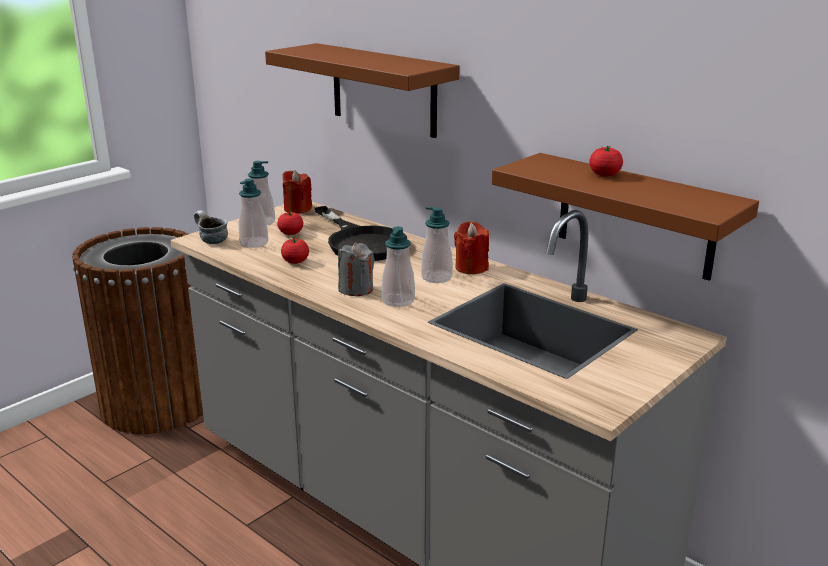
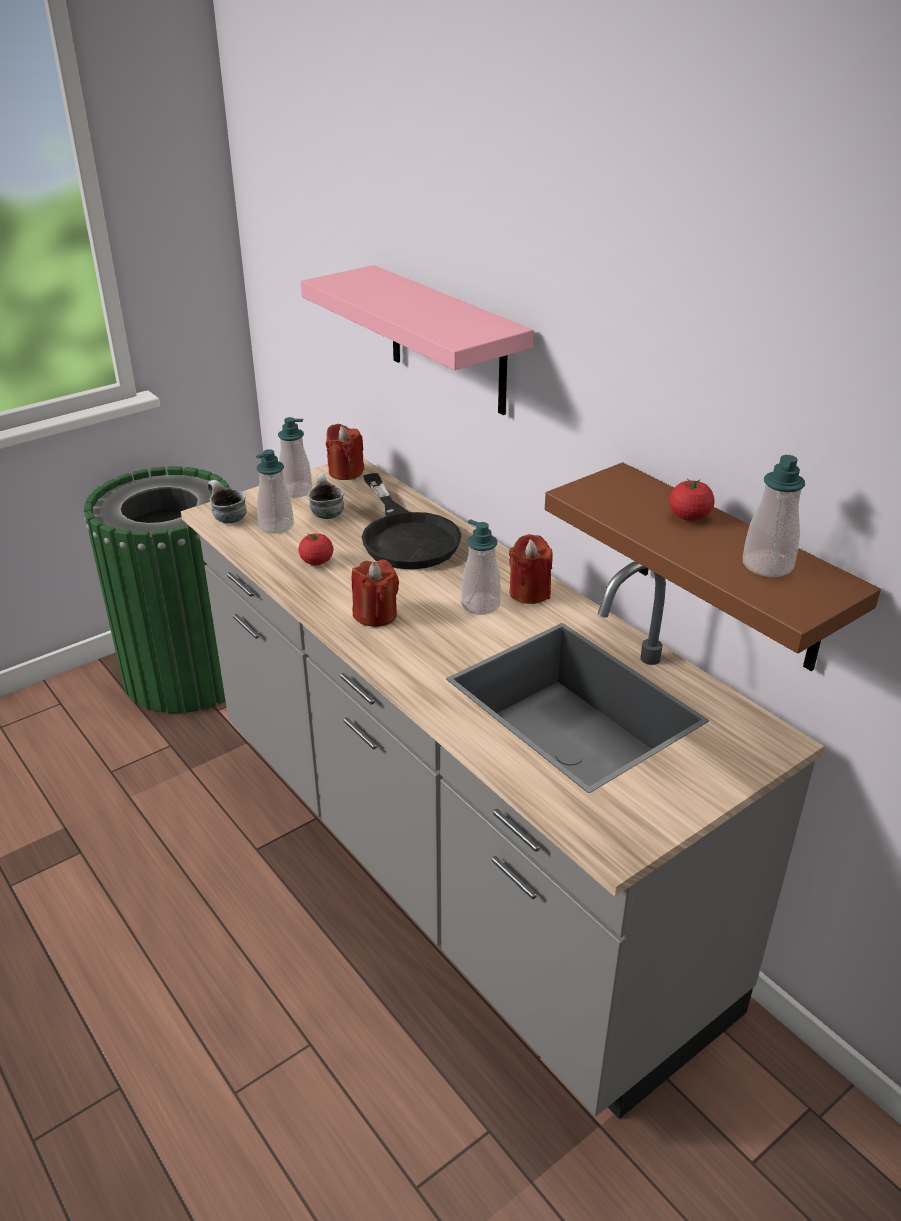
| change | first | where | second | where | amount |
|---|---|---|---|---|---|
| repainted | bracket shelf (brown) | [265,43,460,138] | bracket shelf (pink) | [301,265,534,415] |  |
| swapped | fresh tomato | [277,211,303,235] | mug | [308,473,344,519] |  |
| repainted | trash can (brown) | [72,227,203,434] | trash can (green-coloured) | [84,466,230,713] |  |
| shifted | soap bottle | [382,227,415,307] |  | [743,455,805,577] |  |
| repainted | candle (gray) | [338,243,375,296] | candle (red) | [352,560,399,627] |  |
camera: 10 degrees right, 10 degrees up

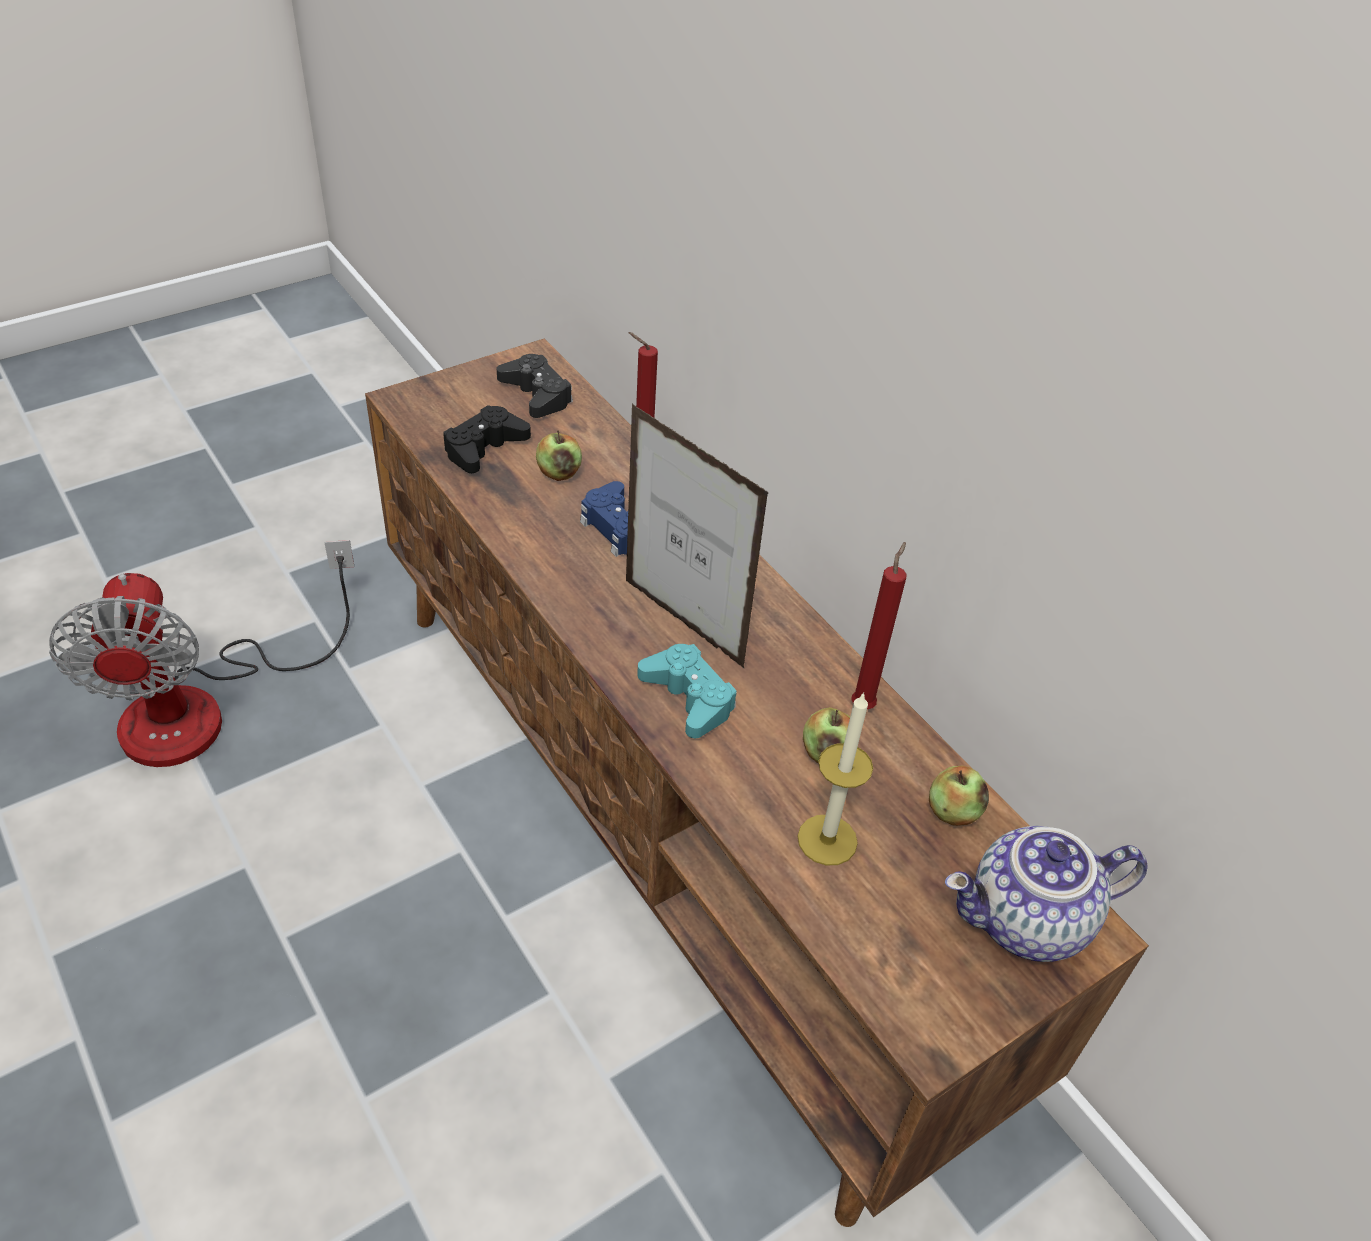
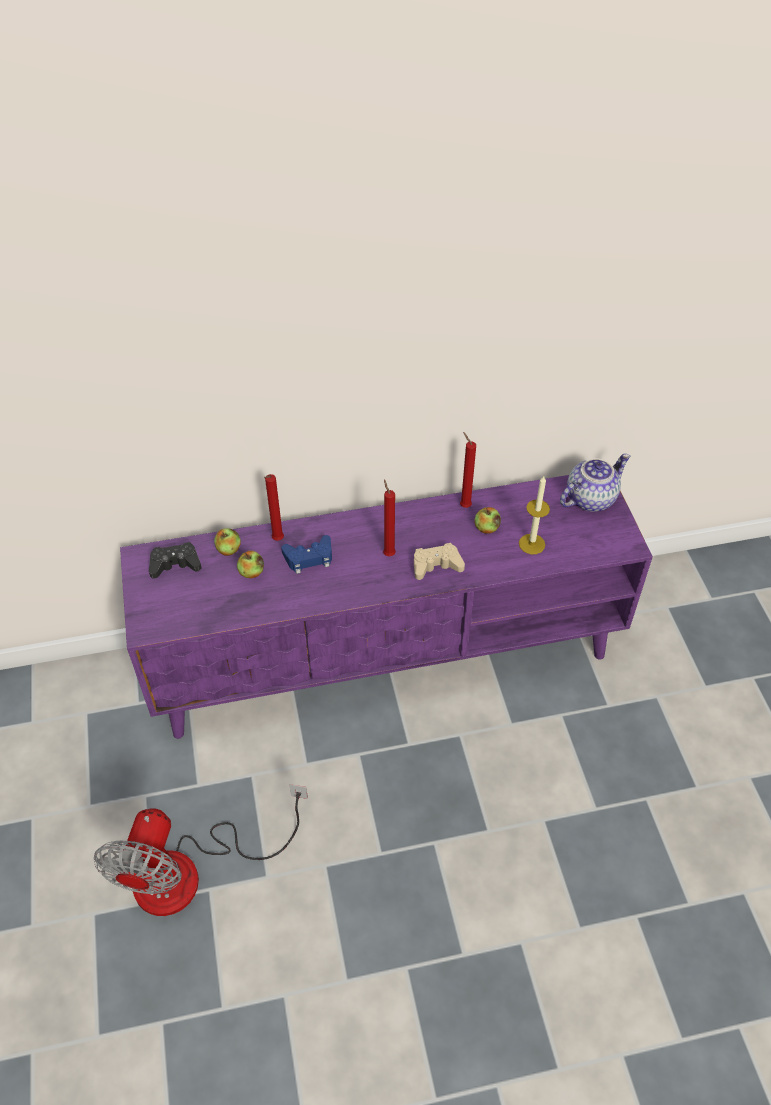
| change | first | where | second | where | amount |
|---|---|---|---|---|---|
| repainted | media console (brown) | [365,339,1149,1227] | media console (purple) | [120,475,653,739] |  |
| swapped | standing frame | [626,404,769,669] | candle (red) | [383,479,396,556] |  |
| gone | joypad (blackish) | [443,405,531,473] |  |  |  |
| rotated | fan | [49,540,355,767] |  | [94,784,308,916] | 90 degrees clockwise |
| repainted | joypad (blue-green) | [637,644,737,738] | joypad (beige-coloured) | [414,543,465,580] |  |
| shifted | whole apple | [929,765,989,826] |  | [214,528,241,556] |  |
| rotated | pot for tea | [945,826,1148,962] |  | [560,454,630,512] | 135 degrees counterclockwise |
camera: 65 degrees left, 5 degrees up

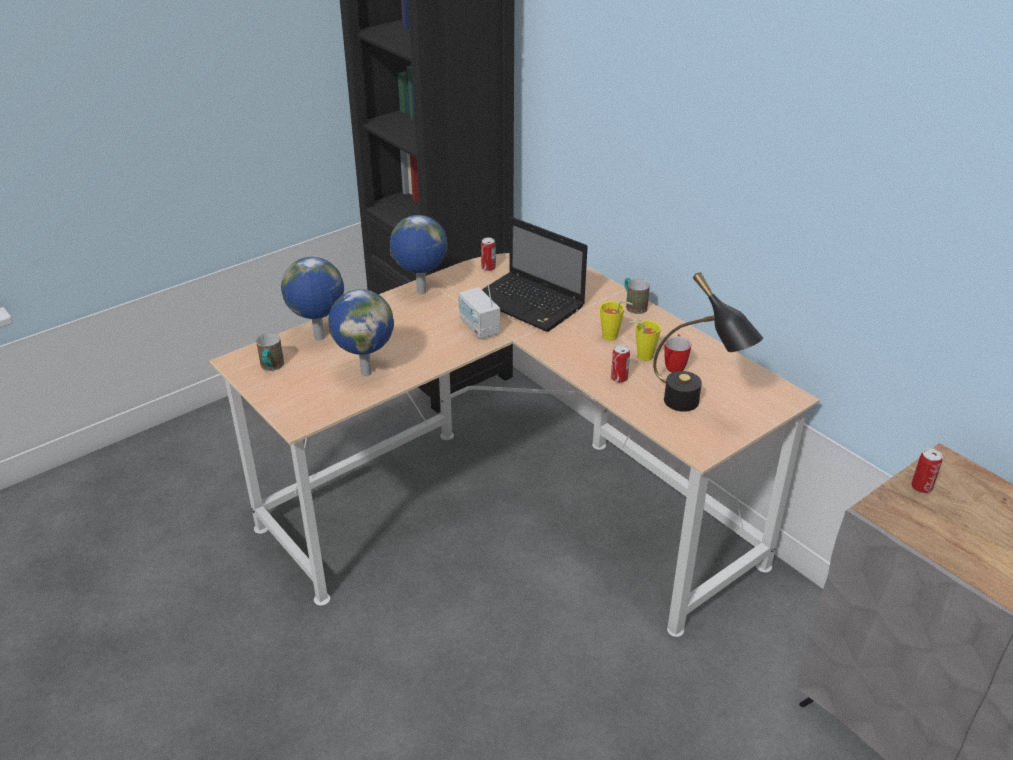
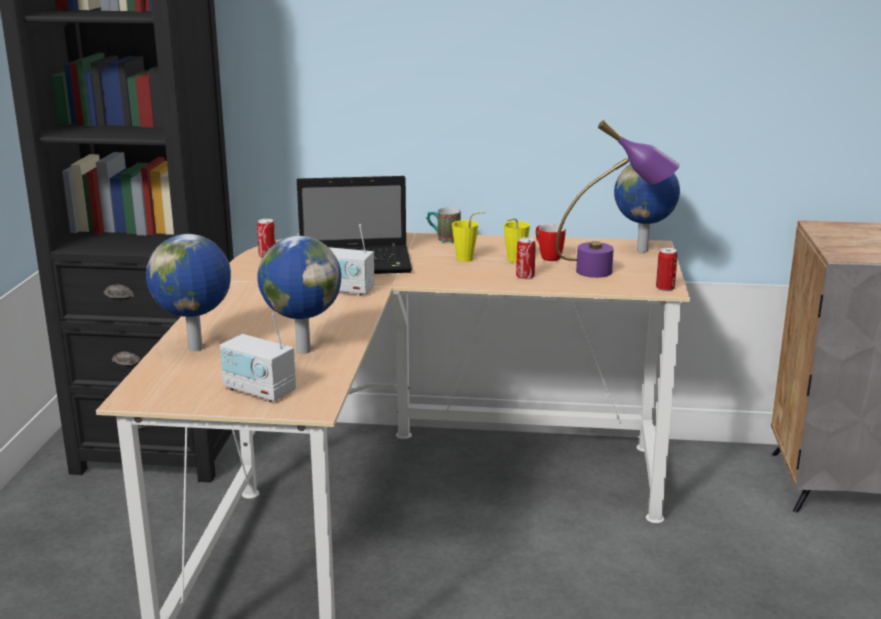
| change | first | where | second | where | amount |
|---|---|---|---|---|---|
| shifted | desk globe | [390,215,448,294] |  | [614,164,680,253] |  |
| repainted | tabletop lamp (blackish) | [653,272,763,412] | tabletop lamp (purple) | [556,120,680,278] |  |
| gone | mug | [256,333,284,371] |  |  |  |
| shifted | sealed can | [911,448,943,493] |  | [656,248,678,291] |  |
| new |  |  | radio | [220,313,296,402] |  |
camera: 45 degrees left, 15 degrees down

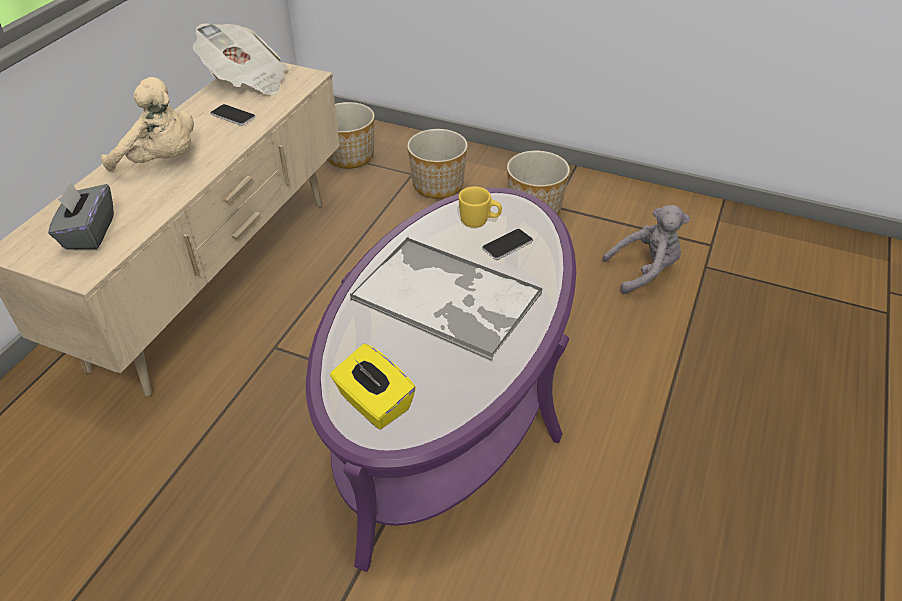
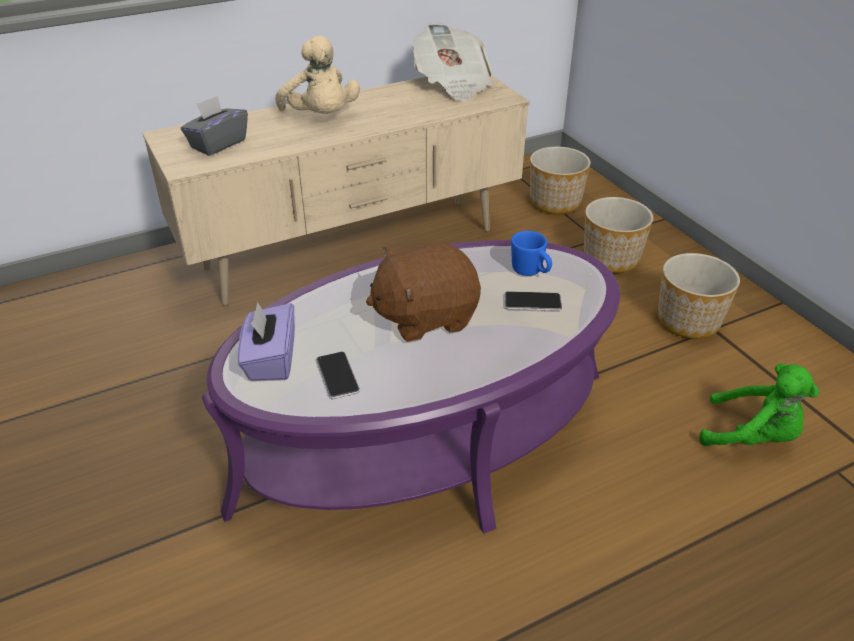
| change | first | where | second | where | amount |
|---|---|---|---|---|---|
| shifted | phone | [210,104,255,126] |  | [316,352,360,399] |  |
| repainted | mug (yellow) | [458,186,502,228] | mug (blue) | [511,231,552,276] |  |
| repainted | cuddly toy (gray) | [602,205,690,294] | cuddly toy (green-coloured) | [699,363,819,446] |  |
| swapped | serving tray | [350,237,543,361] | cuddly toy (brown) | [366,242,481,342] |  |
| repainted | tissue holder (yellow) | [330,344,416,429] | tissue holder (purple) | [237,302,295,381] |  |
camera: 40 degrees right, 5 degrees down

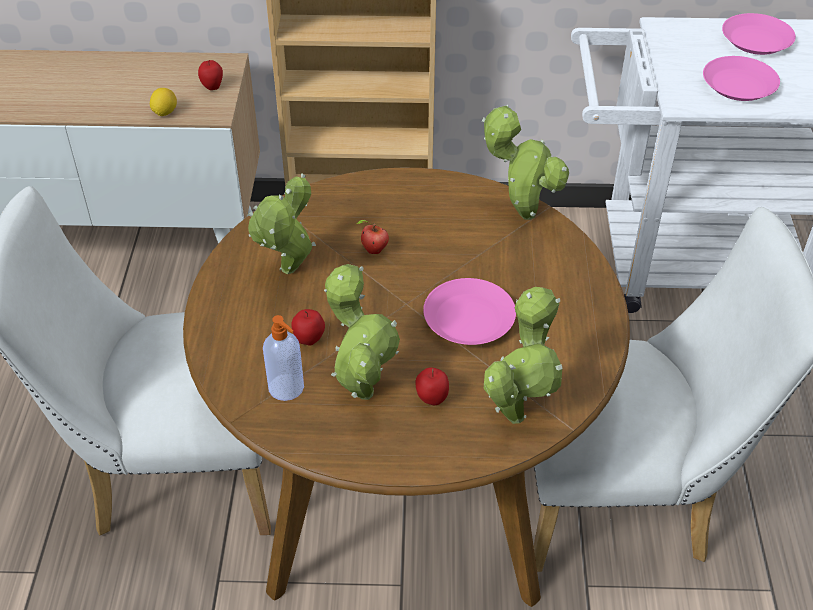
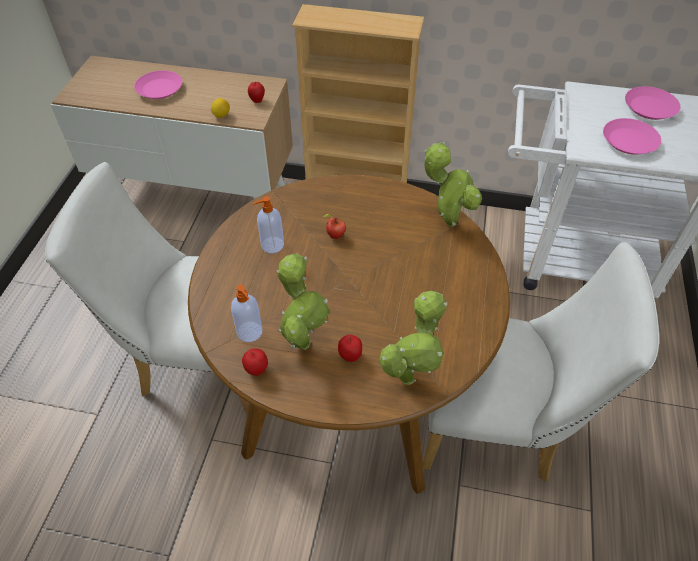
| change | first | where | second | where | amount |
|---|---|---|---|---|---|
| swapped | houseplant | [248,173,316,274] | soap bottle | [253,196,284,253] |  |
| shifted | flat dish (pink) | [423,278,516,345] |  | [134,70,182,99] |  |
| shifted | whole apple | [291,309,325,346] |  | [242,348,268,376] |  |
camera: 10 degrees right, 5 degrees up

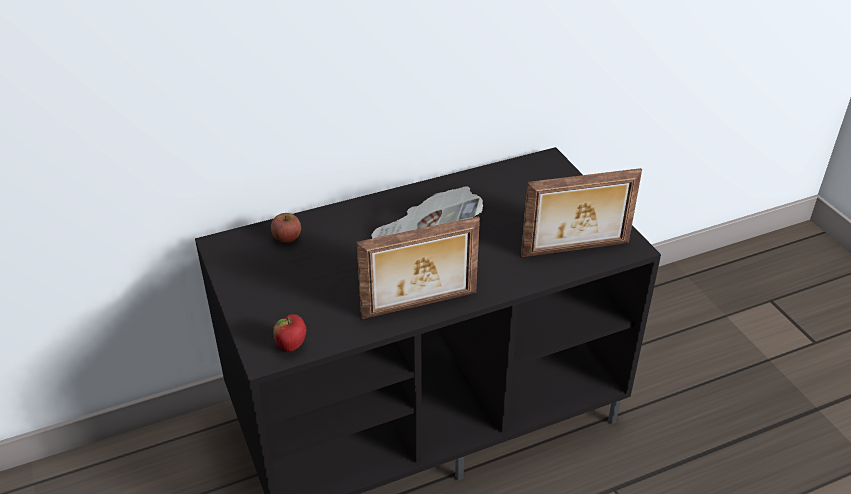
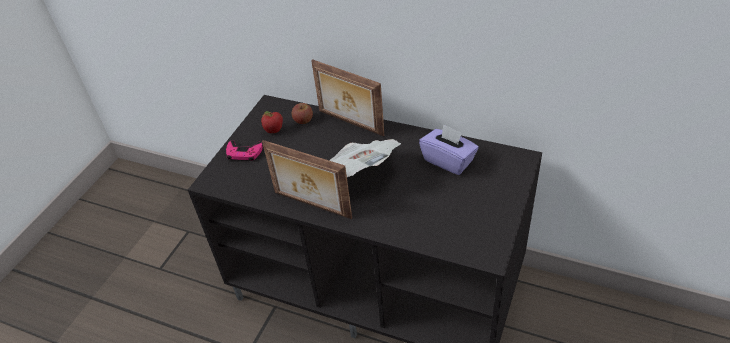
| change | first | where | second | where | amount |
|---|---|---|---|---|---|
| shifted | standing frame | [521,168,642,257] |  | [311,59,384,136] |  |
| shifted | whole apple | [273,314,307,352] |  | [261,111,283,133] |  |
| new |  |  | tissue holder (purple) | [419,124,479,175] |  |
| new |  |  | joypad (pink) | [226,140,263,161] |  |
camera: 50 degrees right, 5 degrees up

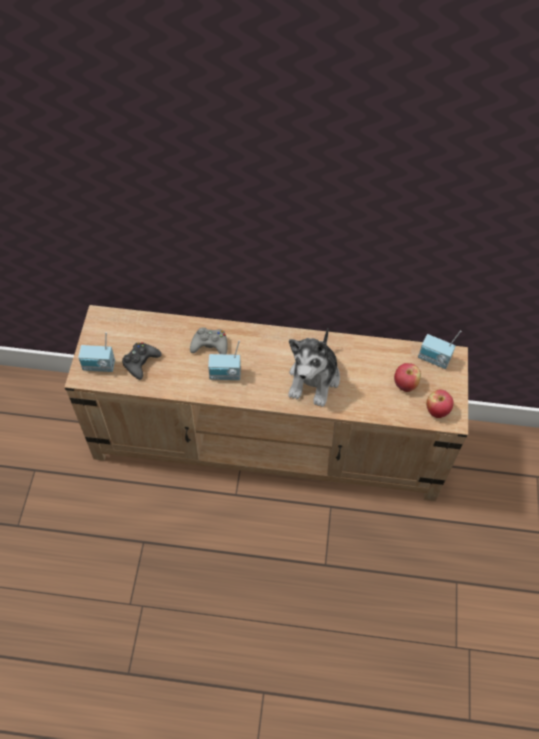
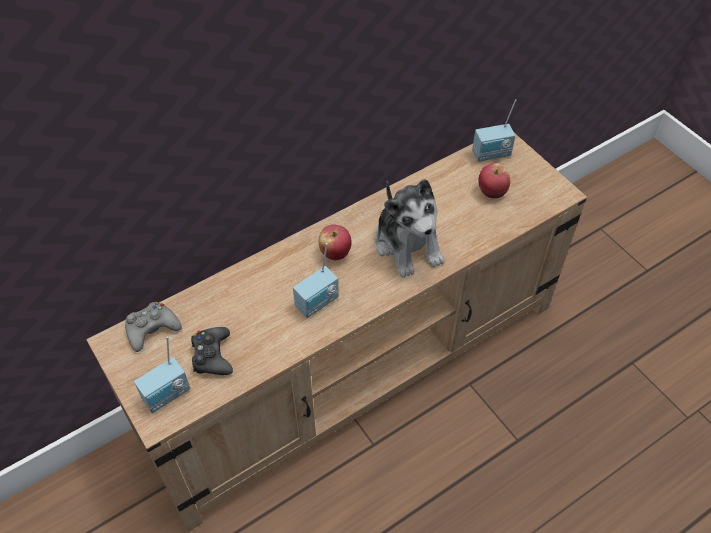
| change | first | where | second | where | amount |
|---|---|---|---|---|---|
| shifted | joypad (gray) | [190,328,228,354] |  | [125,302,182,352] |  |
| shifted | whole apple | [426,389,453,418] |  | [319,224,352,260] |  |
camera: 40 degrees left, 5 degrees down

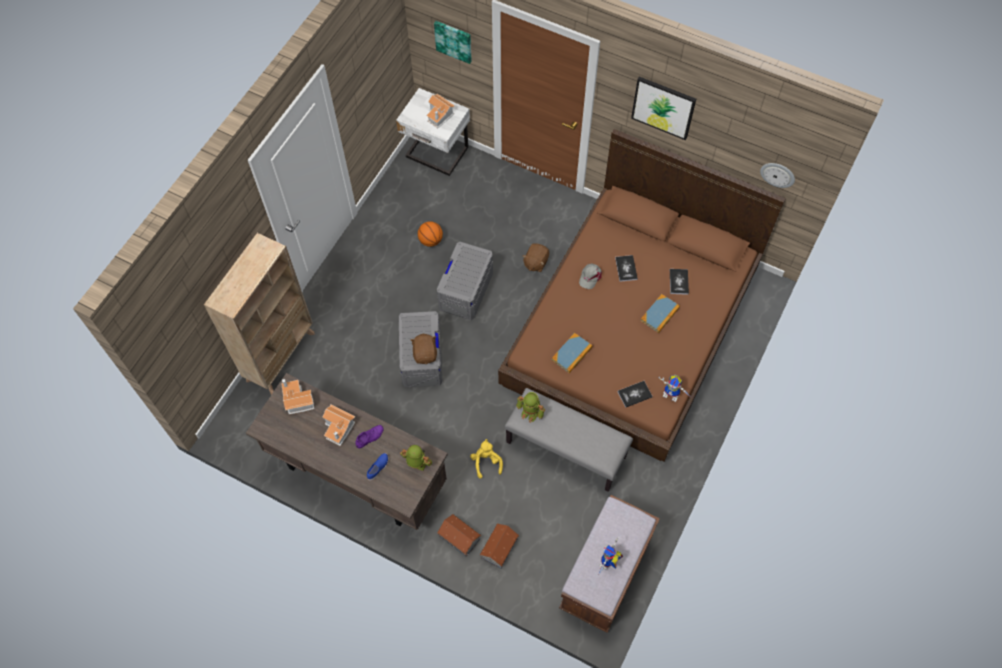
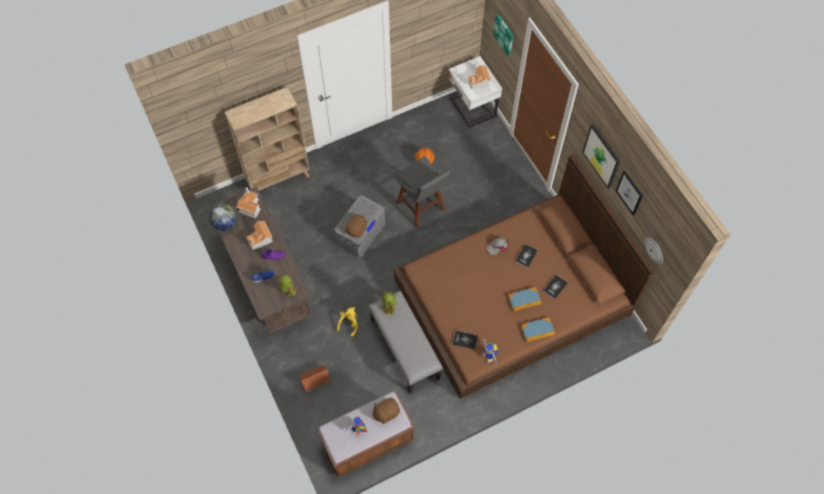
| change | first | where | second | where | amount |
|---|---|---|---|---|---|
| swapped | storage bin (gray) | [437,241,493,320] | stool seat (gray) | [395,156,450,227] |  |
| shifted | cuddly toy (brown) | [523,243,549,272] |  | [373,398,400,424] |  |
| shifted | book | [552,333,593,373] |  | [521,318,555,342] |  |
| gone | model house | [437,514,481,557] |  |  |  |
| new |  |  | wall picture | [616,171,643,215] |  |
| new |  |  | desk globe | [209,204,237,231] |  |
camera: 35 degrees right, 0 degrees up

